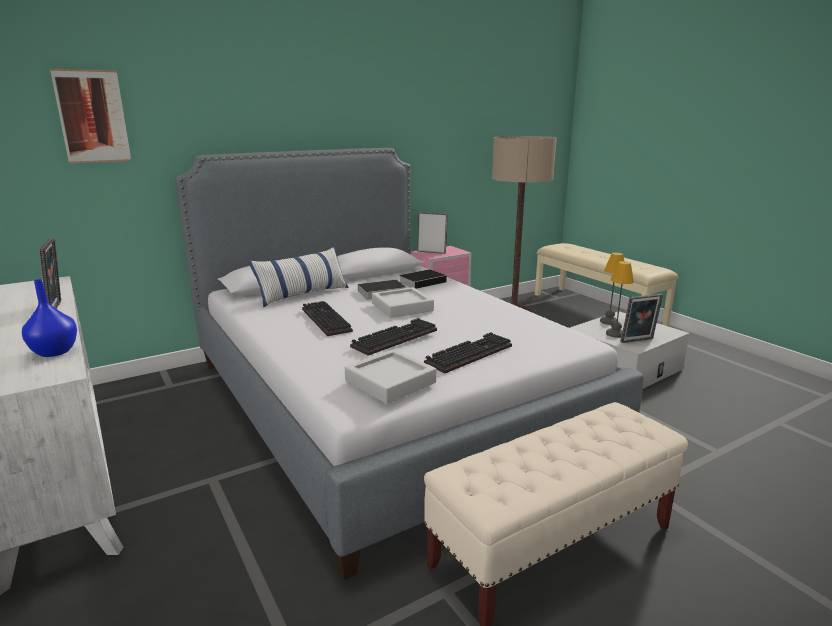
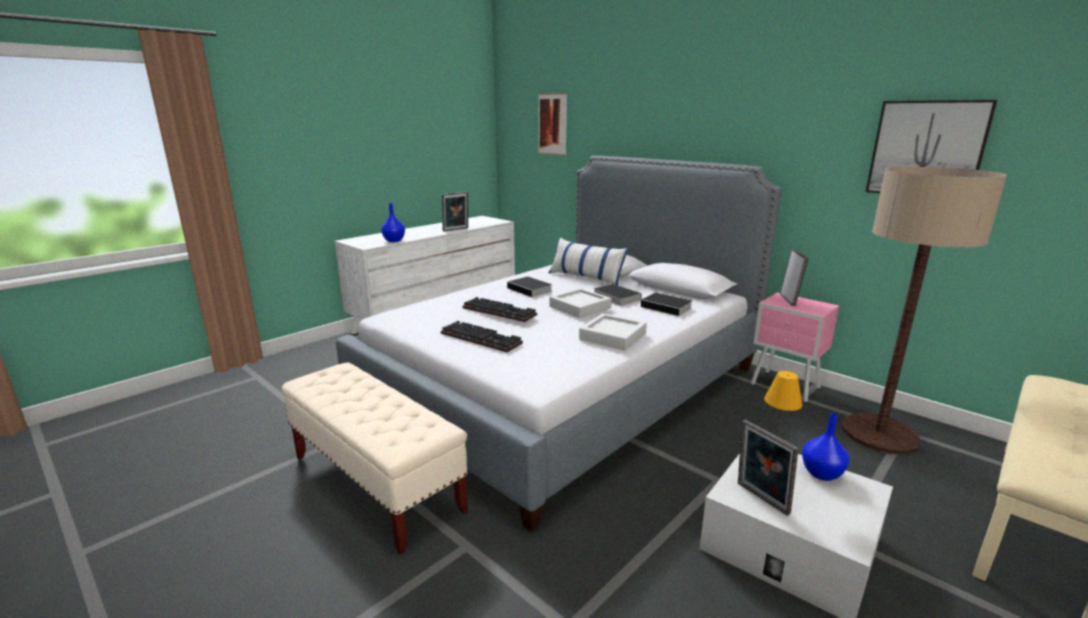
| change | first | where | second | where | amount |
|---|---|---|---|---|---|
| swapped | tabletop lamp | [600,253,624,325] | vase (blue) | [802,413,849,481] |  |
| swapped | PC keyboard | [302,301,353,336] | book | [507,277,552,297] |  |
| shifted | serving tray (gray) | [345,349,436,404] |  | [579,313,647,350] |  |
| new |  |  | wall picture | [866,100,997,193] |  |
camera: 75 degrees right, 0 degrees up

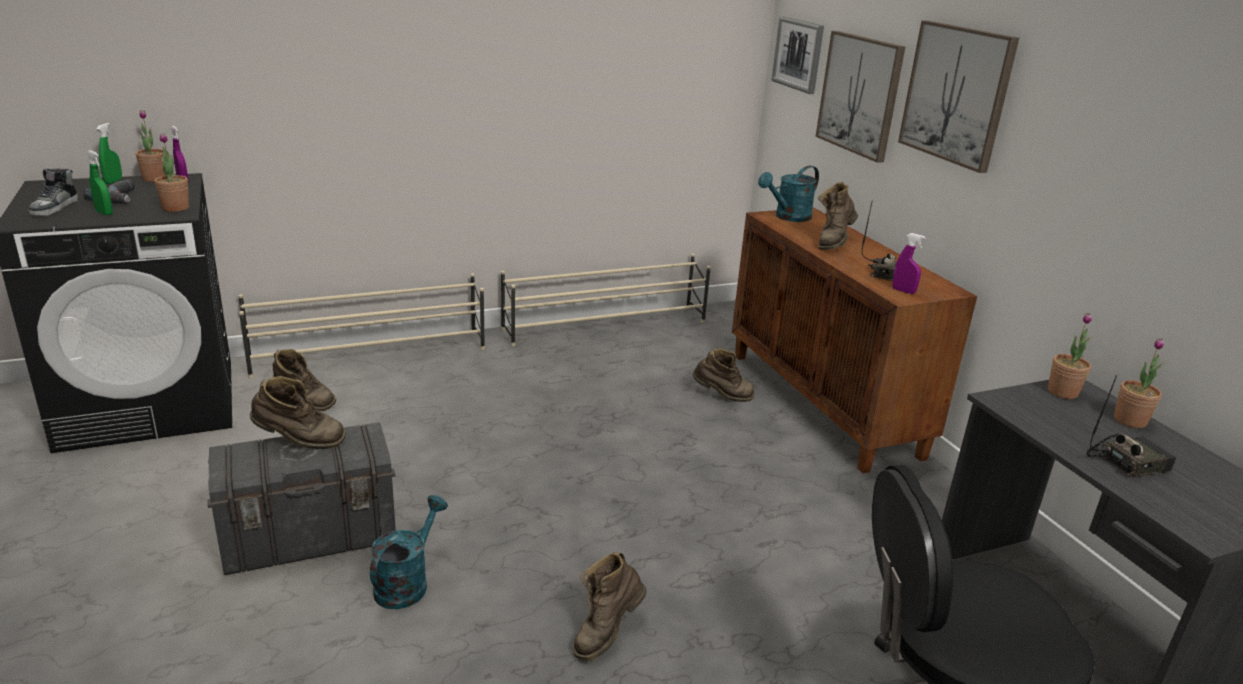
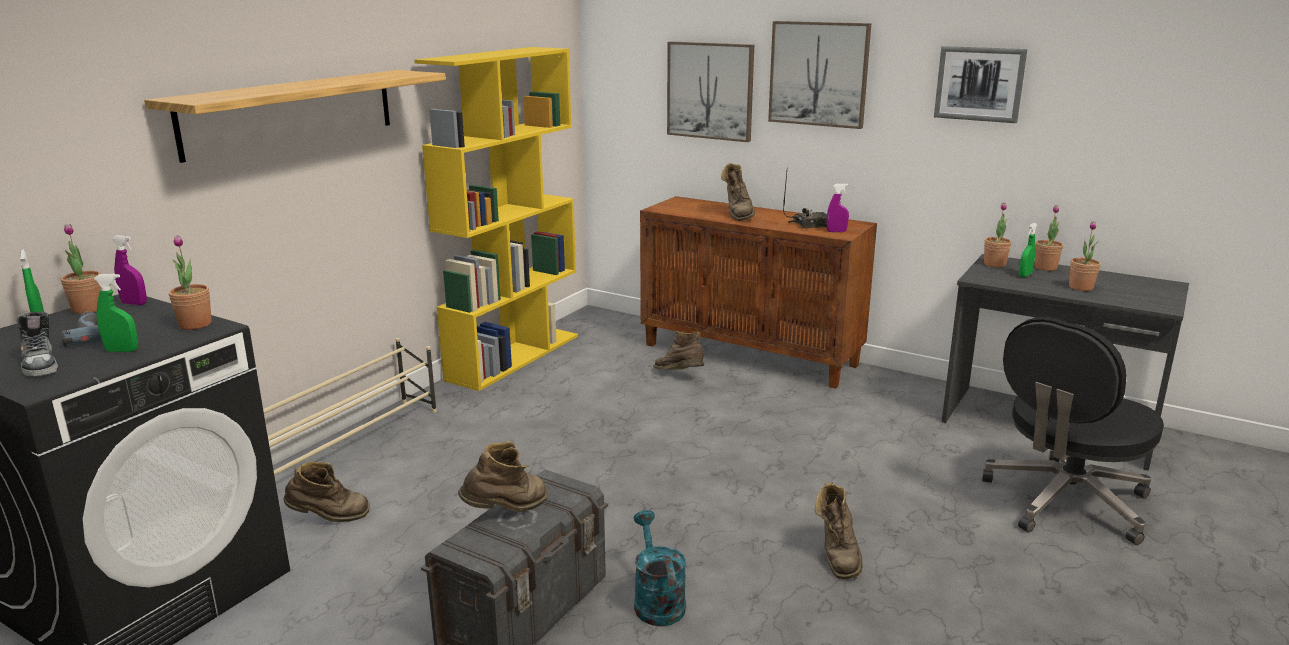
| change | first | where | second | where | amount |
|---|---|---|---|---|---|
| shifted | wall picture | [771,16,824,94] |  | [934,46,1027,123] |  |
| gone | watering pot (blue-green) | [758,165,819,222] |  |  |  |
| swapped | shoe shelf (beige-coloured) | [501,254,711,346] | shelving unit (yellow) | [414,47,578,391] |  |
| rotated | tall boot (brown) | [693,348,755,402] |  | [653,331,704,370] | 105 degrees counterclockwise |
| swapped | radio | [1086,375,1176,478] | houseplant | [1069,221,1101,291] |  |
| new |  |  | bracket shelf | [144,70,446,163] |  |
| new |  |  | hand sprayer (green-coloured) | [1019,223,1037,277] |  |
camera: 35 degrees left, 5 degrees down

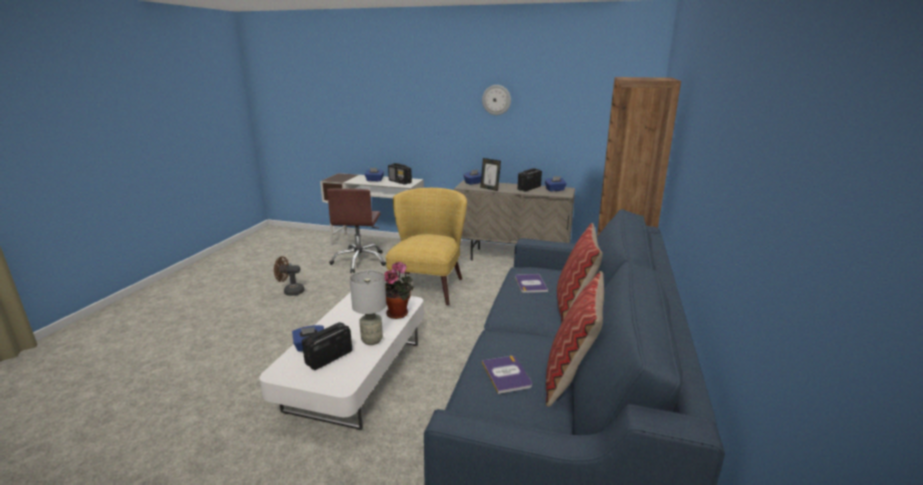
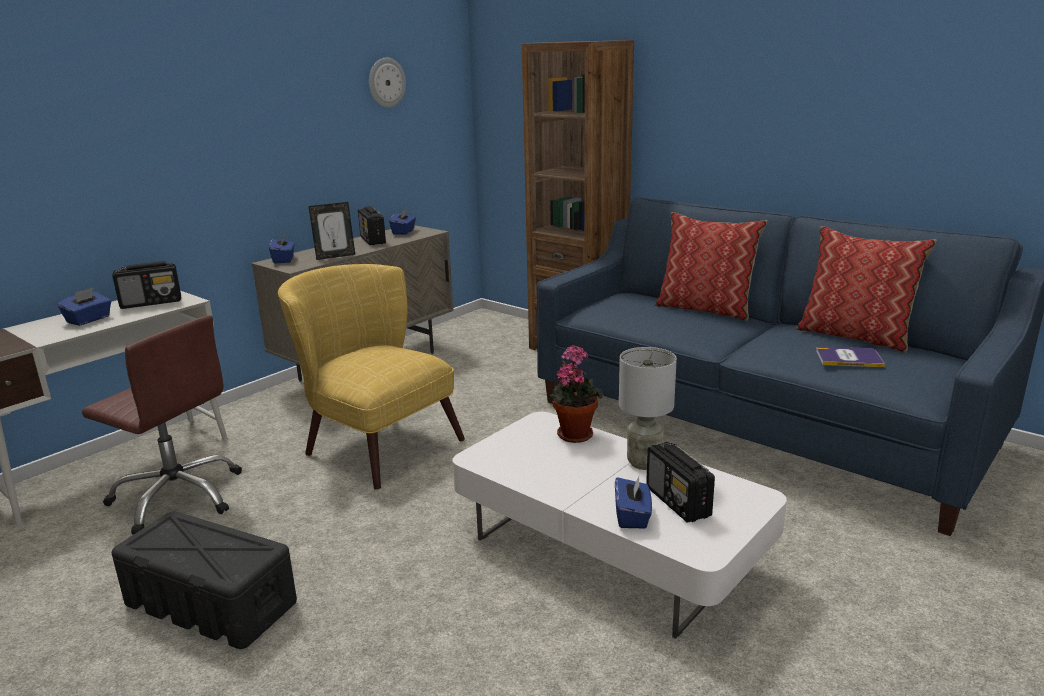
| change | first | where | second | where | amount |
|---|---|---|---|---|---|
| shifted | wall clock | [482,85,511,115] |  | [369,58,406,108] |  |
| swapped | fan (brown) | [274,256,304,296] | storage bin (blackish) | [112,511,297,649] |  |
| gone | book | [515,274,548,293] |  |  |  |
camera: 65 degrees left, 0 degrees up

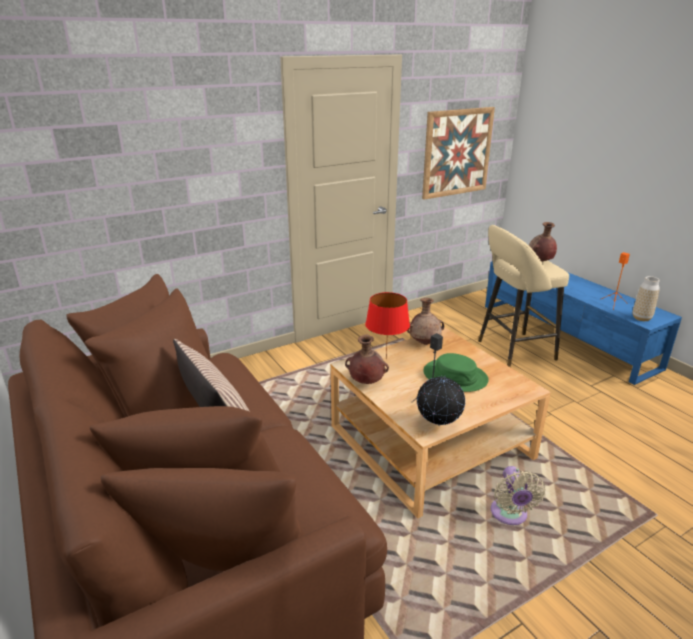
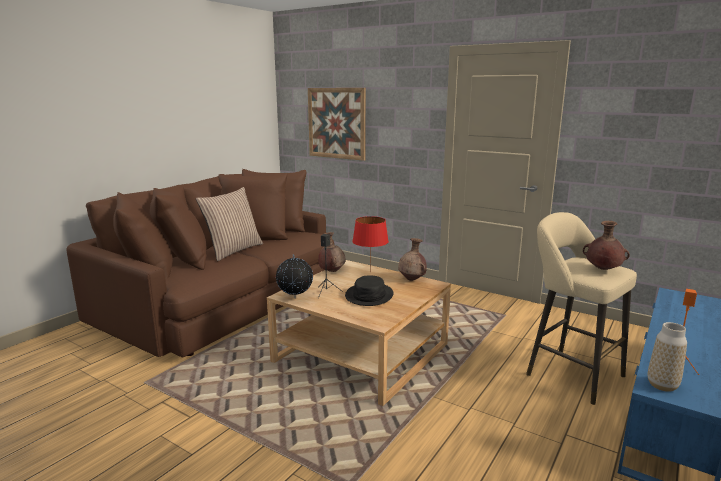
| change | first | where | second | where | amount |
|---|---|---|---|---|---|
| shifted | wall picture | [422,107,495,200] |  | [308,88,366,161] |  |
| repainted | wearable hat (green-coloured) | [423,353,489,392] | wearable hat (blackish) | [345,275,393,306] |  |
| gone | fan (beige-coloured) | [491,466,545,525] |  |  |  |
camera: 65 degrees right, 10 degrees down

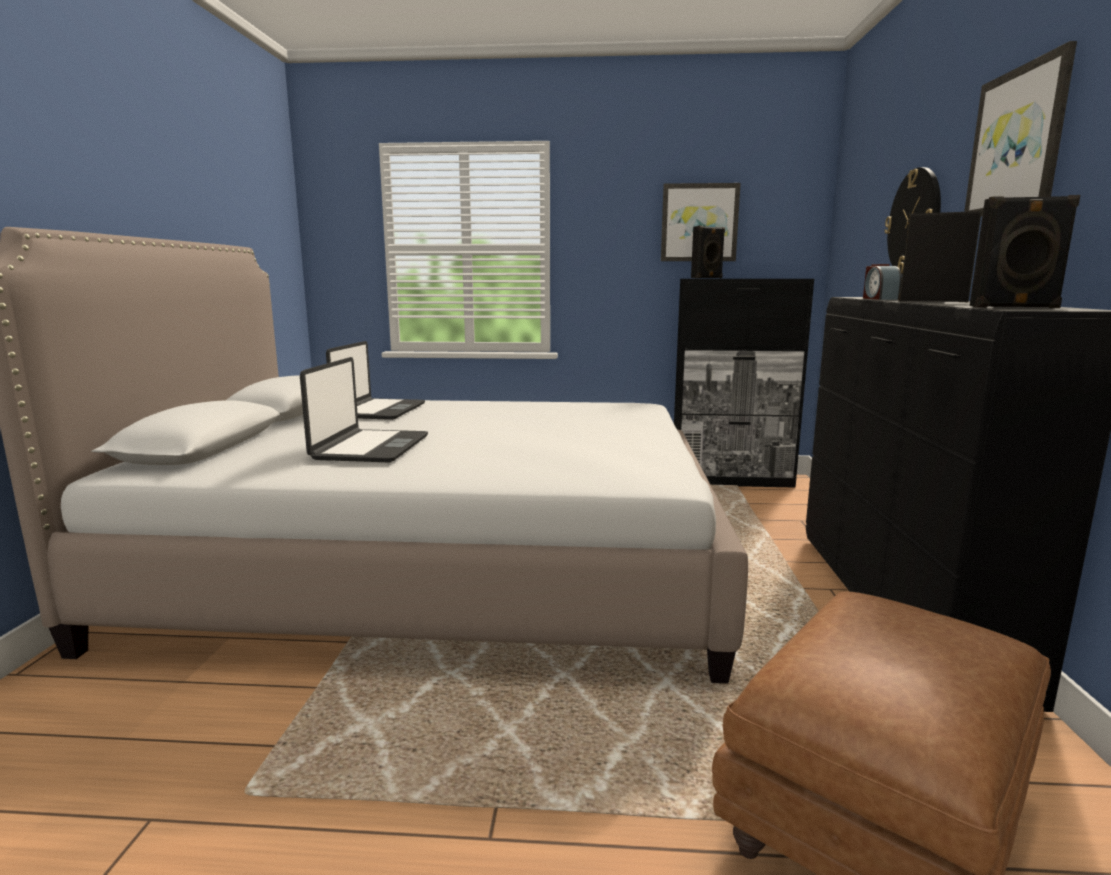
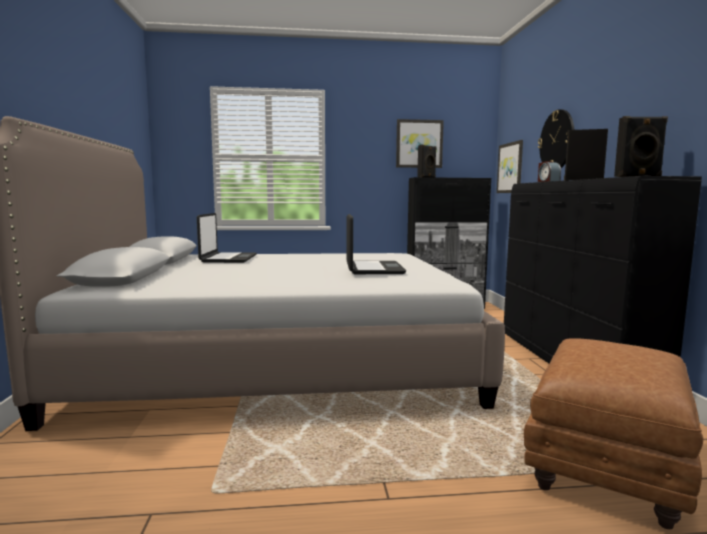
| change | first | where | second | where | amount |
|---|---|---|---|---|---|
| shifted | wall picture | [964,41,1077,217] |  | [497,140,523,193] |  |
| shifted | laptop | [300,357,428,463] |  | [346,214,406,274] |  |
camera: 10 degrees left, 5 degrees down

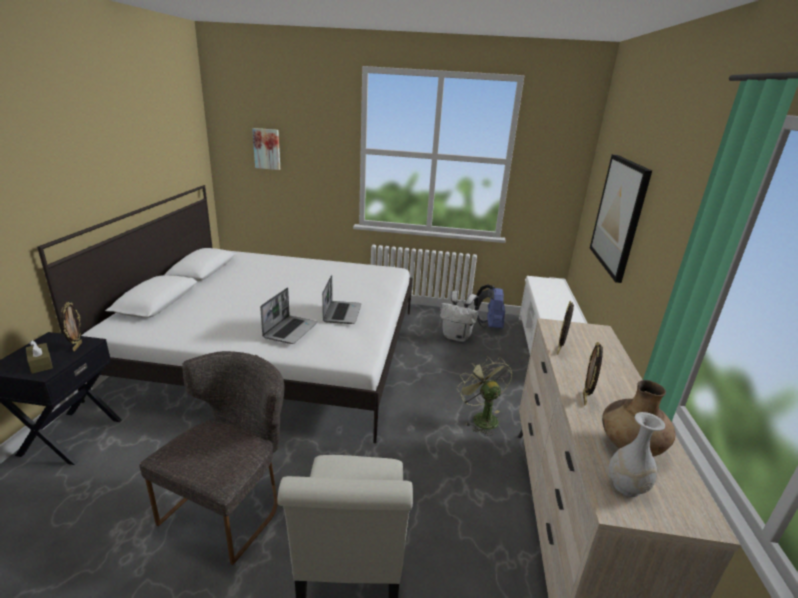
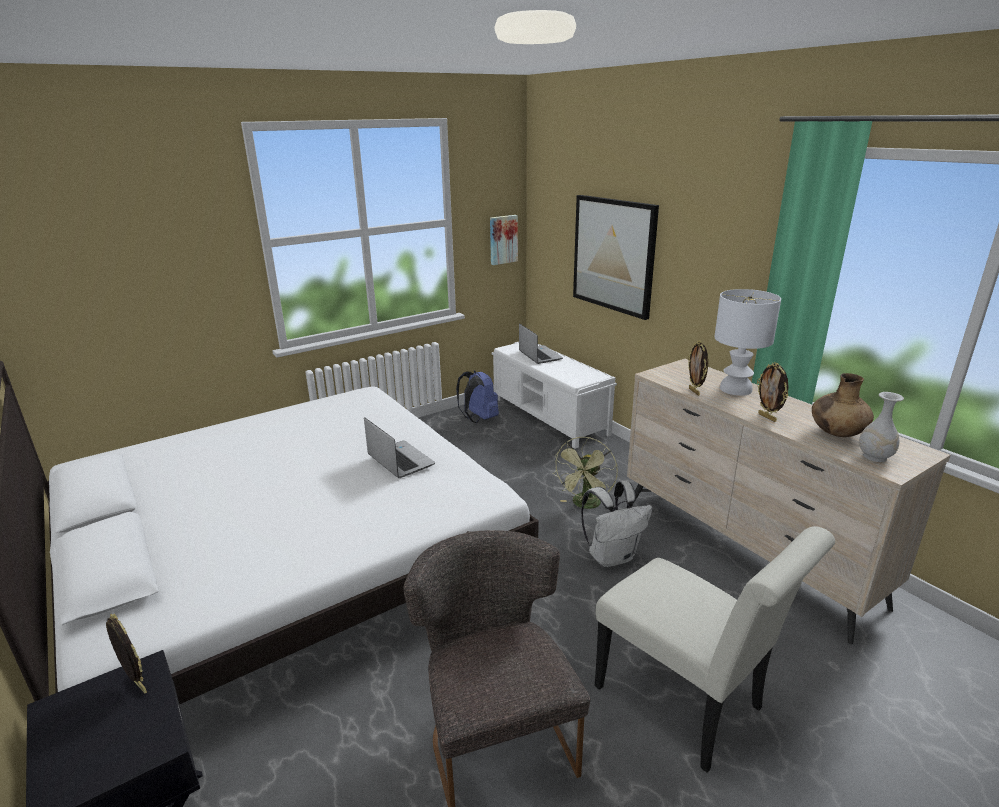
| change | first | where | second | where | amount |
|---|---|---|---|---|---|
| shifted | wall picture | [252,128,280,170] |  | [490,215,518,265] |  |
| shifted | laptop | [260,288,318,344] |  | [519,323,563,364] |  |
| shifted | knapsack (white) | [440,291,479,342] |  | [581,481,652,567] |  |
| gone | tissue holder (brown) | [26,340,53,374] |  |  |  |
| rotated | fan (green-coloured) | [457,357,512,436] |  | [553,437,618,509] | 90 degrees counterclockwise |
| new |  |  | tabletop lamp (white) | [714,289,781,396] |  |
camera: 40 degrees left, 0 degrees up

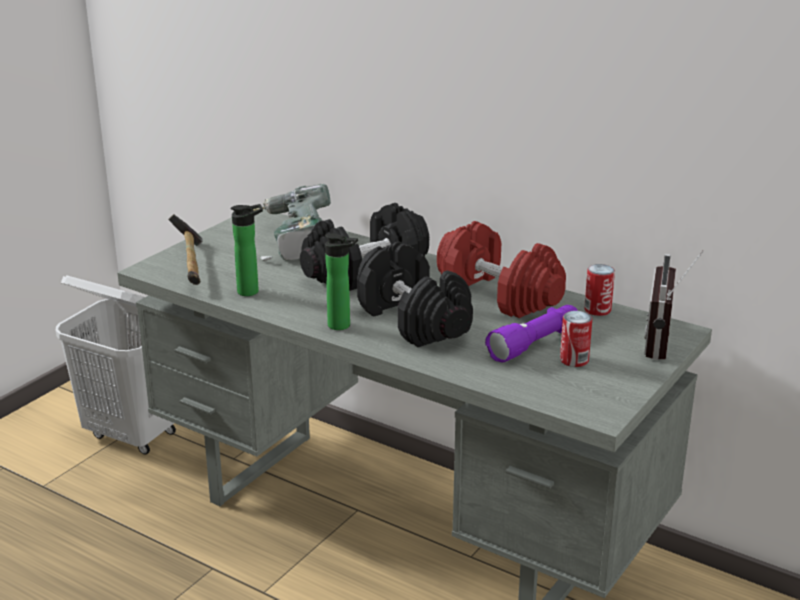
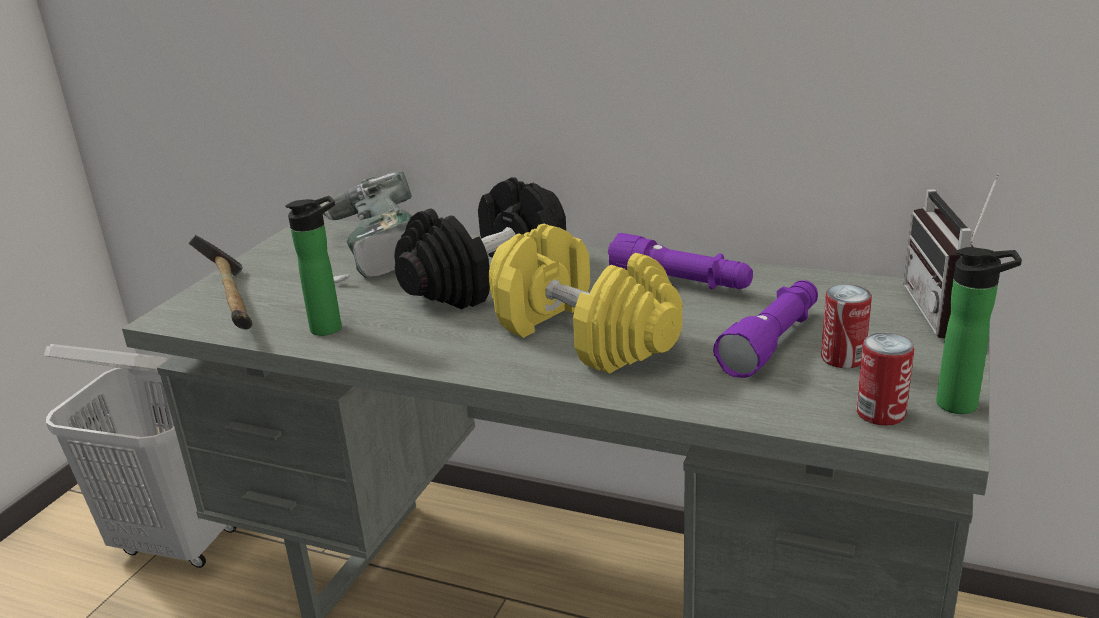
| change | first | where | second | where | amount |
|---|---|---|---|---|---|
| swapped | dumbbell (red) | [437,221,566,318] | hand torch (purple) | [608,233,753,289] |  |
| shifted | drink bottle | [325,233,358,330] |  | [936,247,1022,414] |  |
| repainted | dumbbell (blackish) | [357,241,473,347] | dumbbell (yellow) | [489,224,682,374] |  |
| shifted | sealed can | [584,264,615,316] |  | [856,333,915,426] |  |
camera: 10 degrees left, 0 degrees up

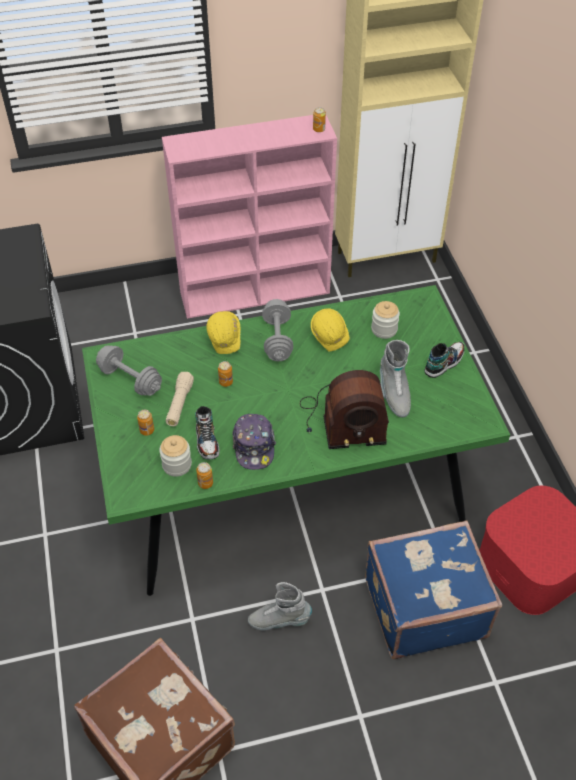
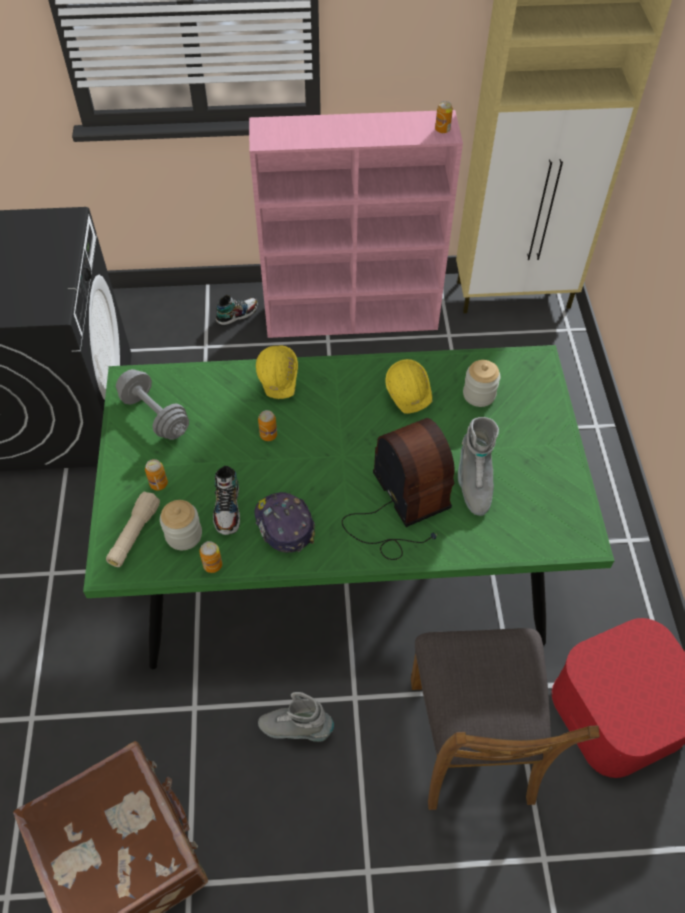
| change | first | where | second | where | amount |
|---|---|---|---|---|---|
| gone | dumbbell (gray) | [262,299,293,361] |  |  |  |
| shifted | shoe | [424,342,465,378] |  | [216,295,258,326] |  |
| rotated | radio | [300,370,389,449] |  | [342,418,454,560] | 120 degrees counterclockwise |
| shifted | hand torch (beige-coloured) | [166,372,194,426] |  | [106,491,160,567] |  |
| rotated | peaked cap | [233,414,276,470] |  | [254,492,315,553] | 150 degrees clockwise |
| swapped | travel case (blue) | [365,520,502,659] | plain chair (brown) | [411,628,600,810] |  |
camera: 10 degrees right, 5 degrees up

